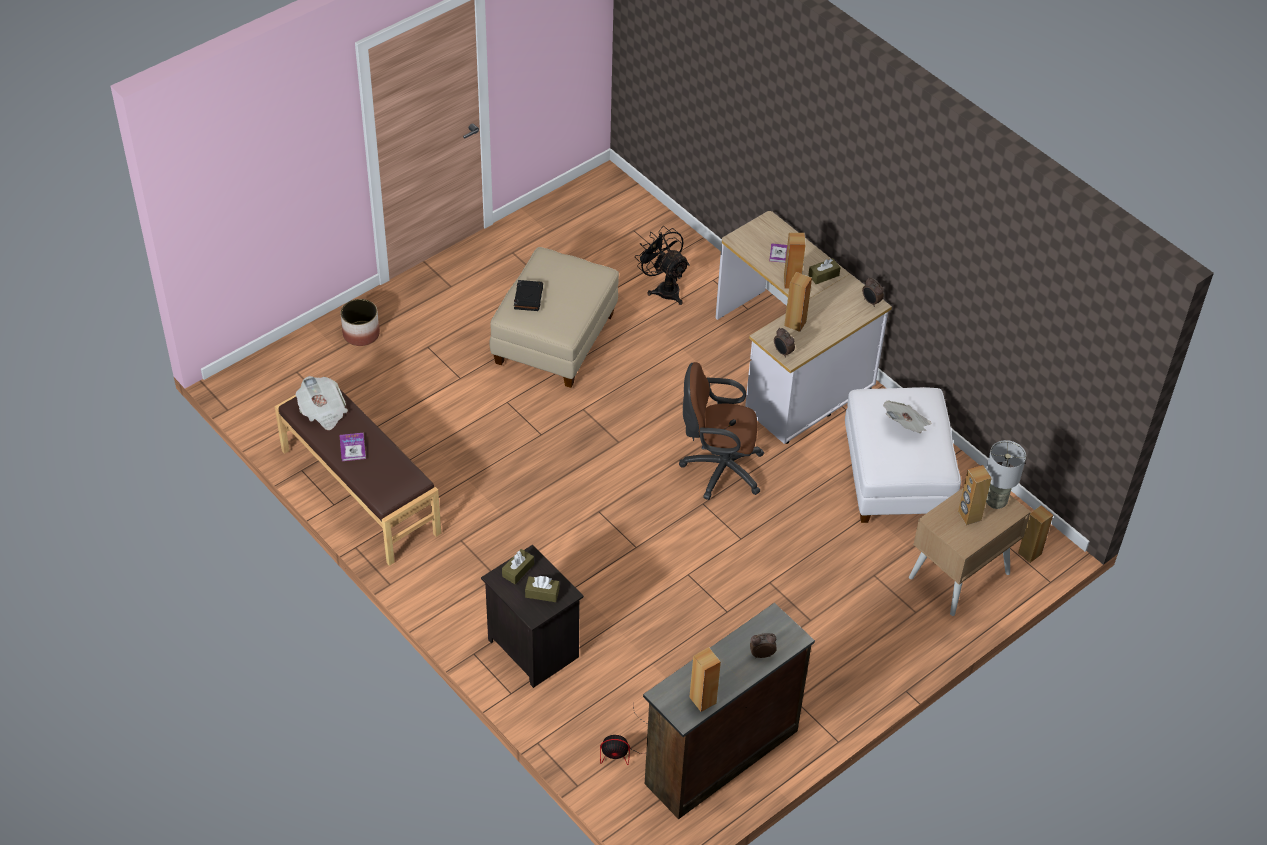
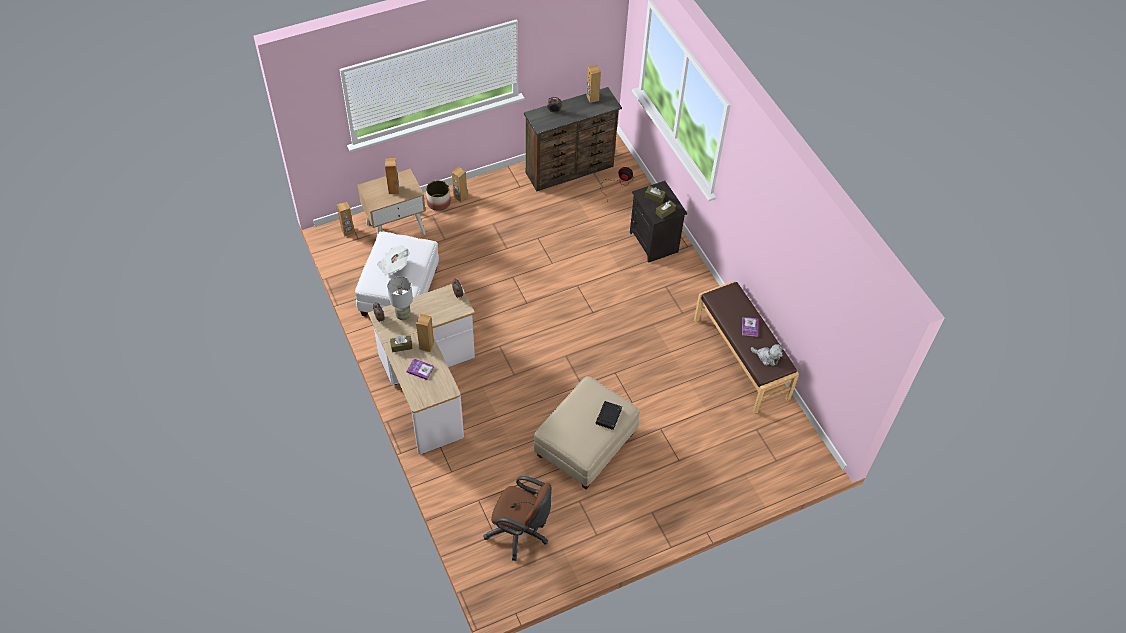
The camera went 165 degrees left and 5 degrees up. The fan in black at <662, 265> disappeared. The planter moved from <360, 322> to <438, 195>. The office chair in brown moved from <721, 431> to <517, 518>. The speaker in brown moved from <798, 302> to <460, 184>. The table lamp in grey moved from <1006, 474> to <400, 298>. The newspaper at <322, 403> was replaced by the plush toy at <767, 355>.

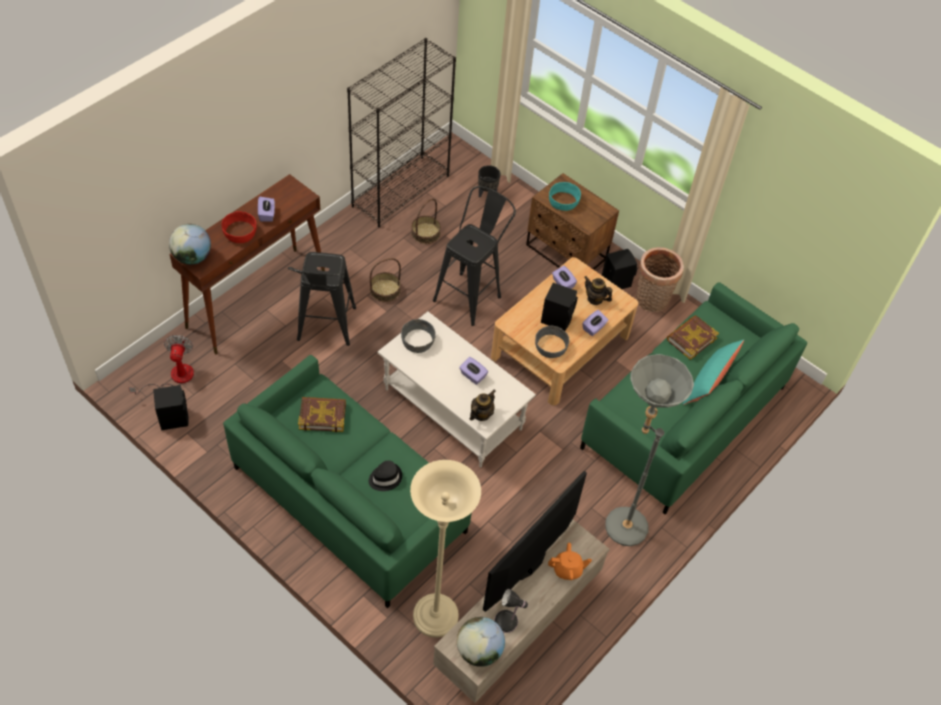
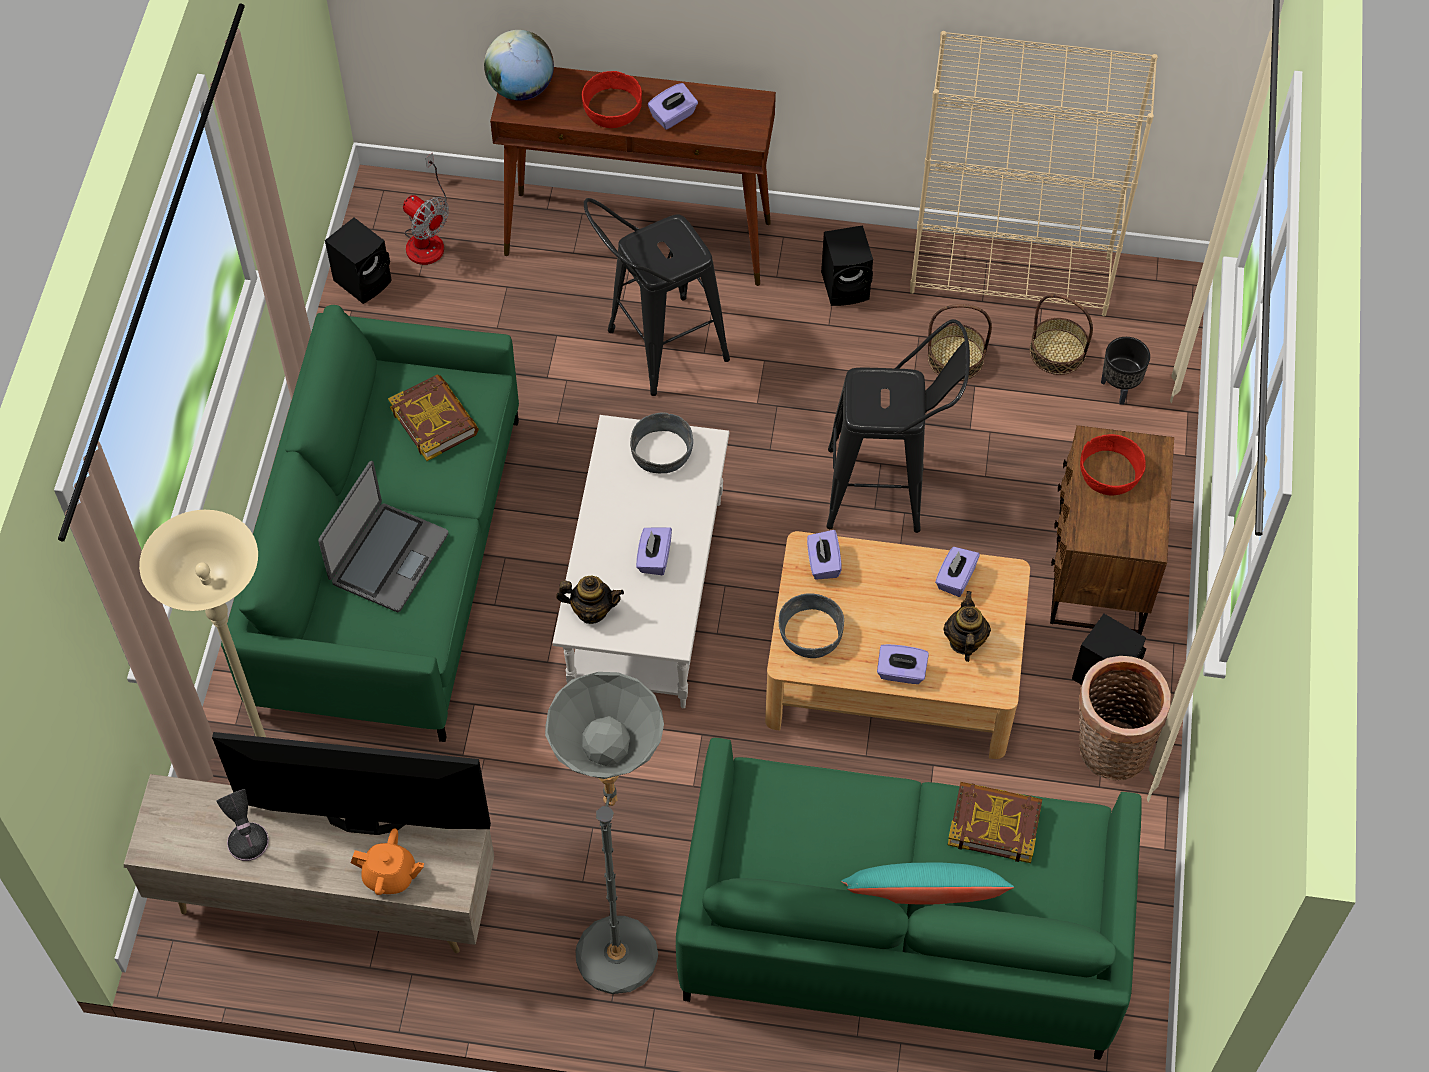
The camera went 60 degrees right and 5 degrees up. The globe at <481, 642> disappeared. The tissue box in purple at <824, 555> appeared. The basket moved from <385, 280> to <1061, 334>. The speaker in black moved from <559, 307> to <847, 265>. The hat in black at <385, 475> was replaced by the laptop at <383, 536>. The bookcase in black at <401, 132> became the bookcase in beige at <1034, 173>. The bowl in turquoise at <565, 196> became the bowl in red at <1113, 464>. The fan at <161, 365> turned 75 degrees clockwise. The teapot in orange at <570, 561> turned 45 degrees counterclockwise.

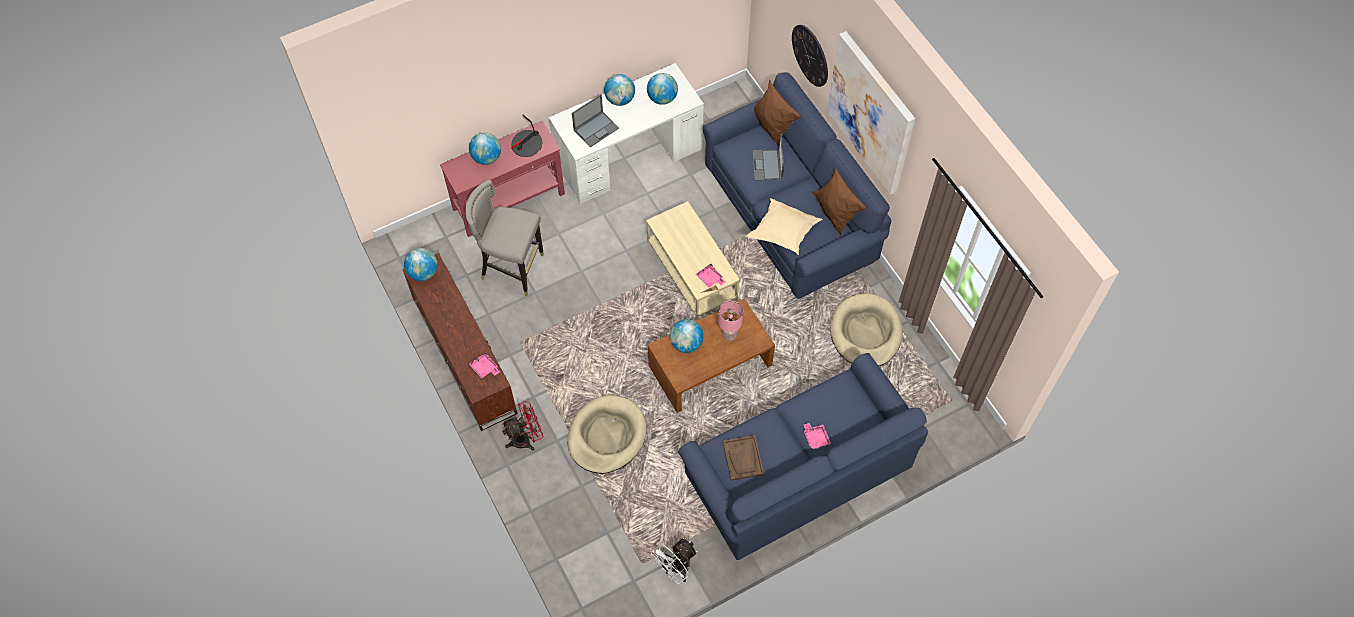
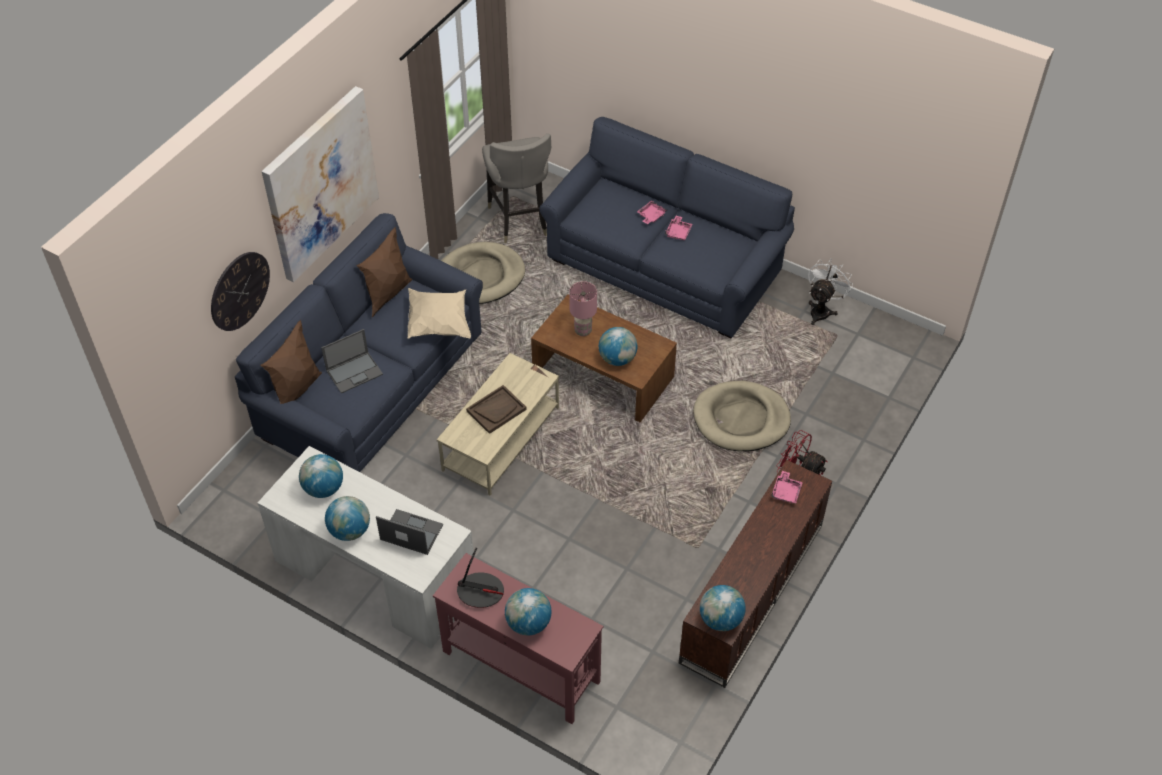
The camera went 120 degrees left and 10 degrees down. The stool in grey moved from <504, 238> to <516, 188>. The tray in pink moved from <710, 275> to <679, 228>. The tray in brown moved from <743, 458> to <496, 409>. The fan in white at <674, 561> turned 75 degrees counterclockwise.

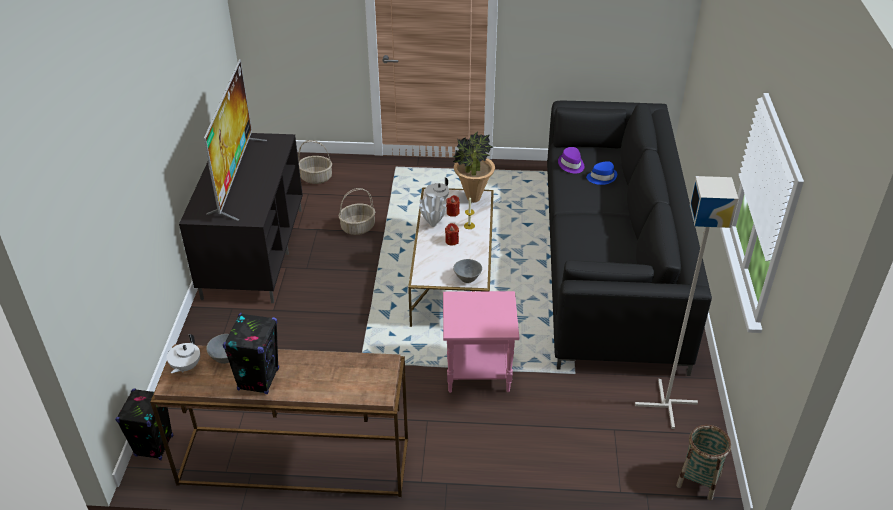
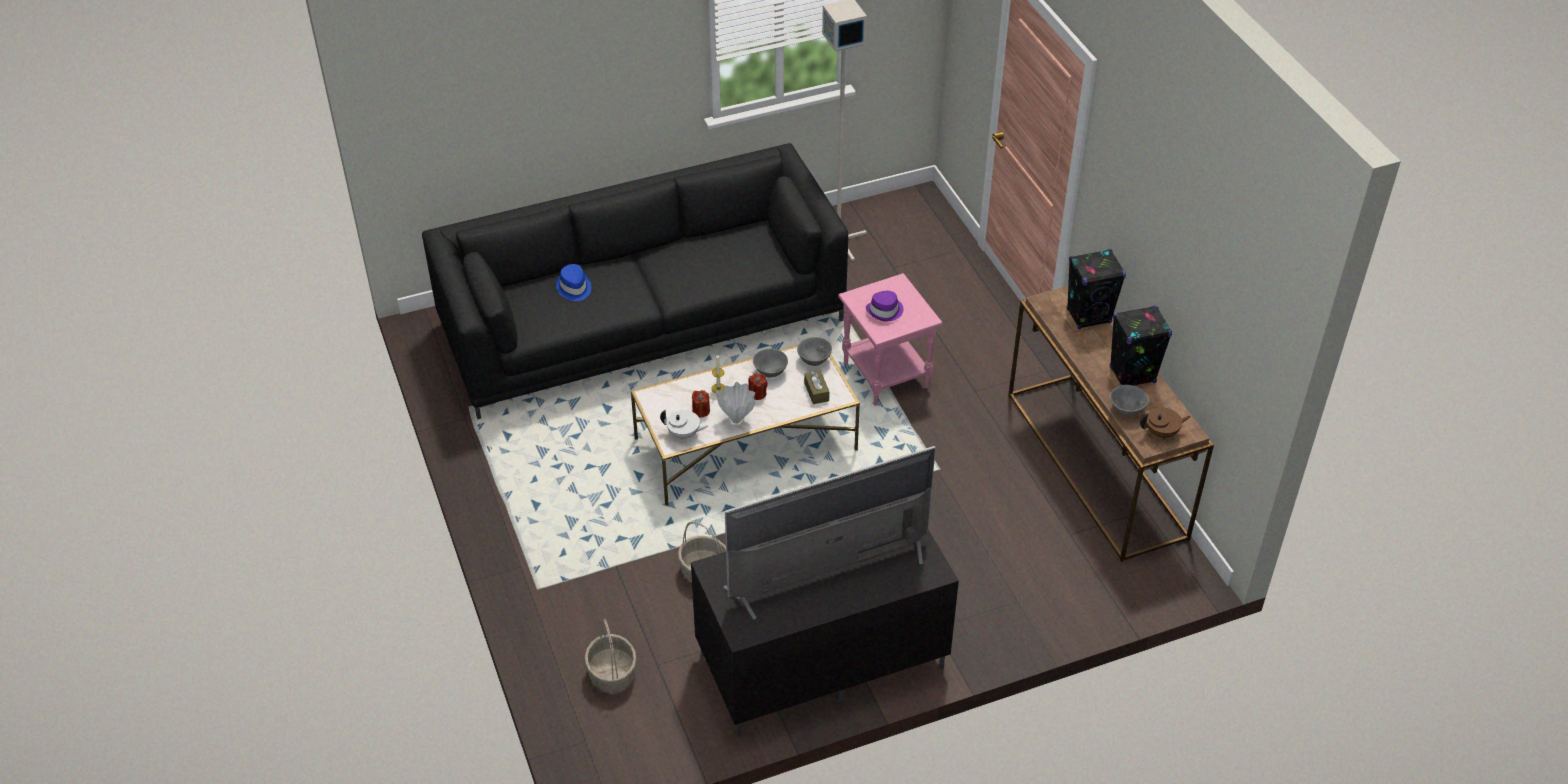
The camera went 115 degrees left and 5 degrees up. The potted plant at <474, 167> disappeared. The basket at <703, 463> disappeared. The bowl in grey at <770, 363> appeared. The tissue box in brown at <816, 387> appeared. The speaker in black moved from <144, 424> to <1096, 289>. The hat in purple moved from <571, 160> to <884, 306>. The teapot in white at <183, 353> became the teapot in brown at <1165, 423>.

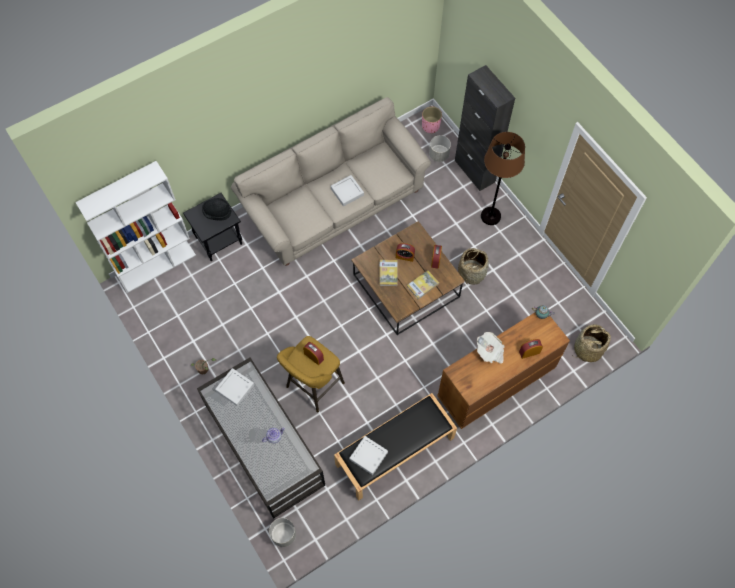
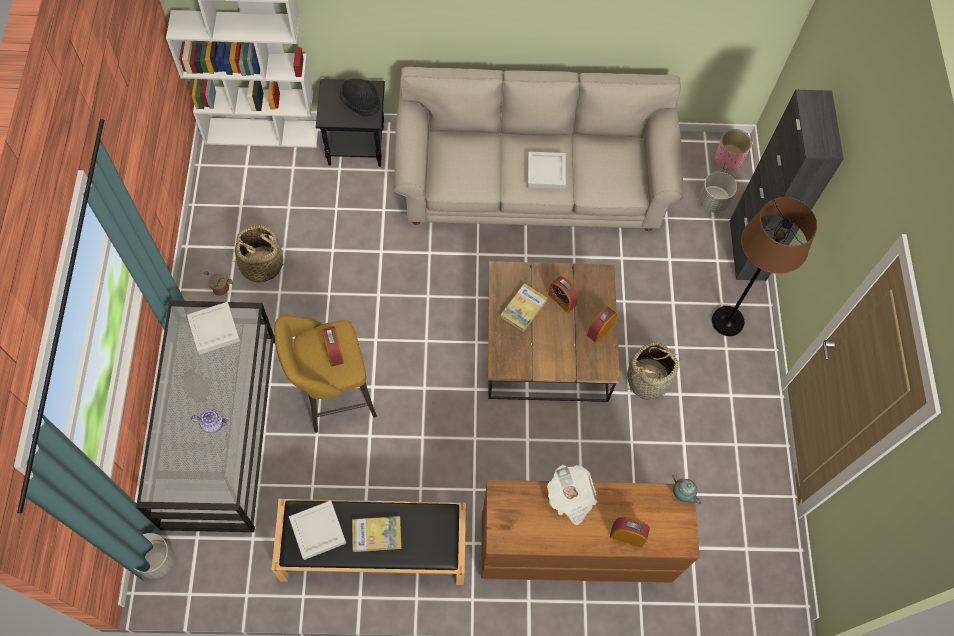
The camera went 30 degrees right and 0 degrees up. The book moved from <423, 284> to <377, 534>. The basket moved from <591, 343> to <257, 254>.

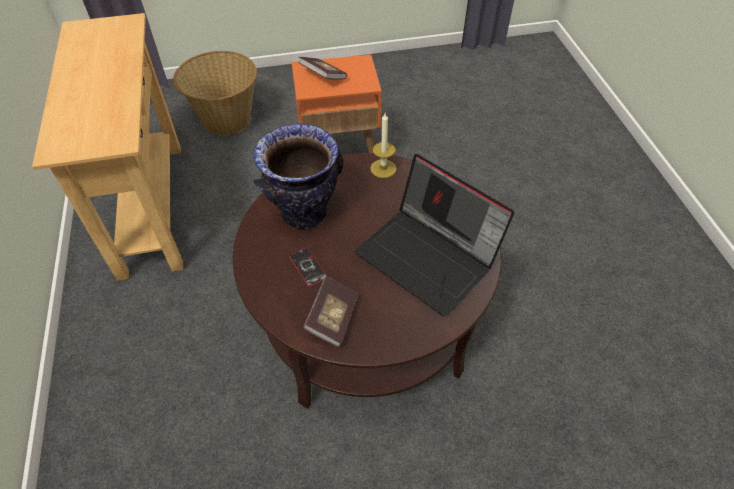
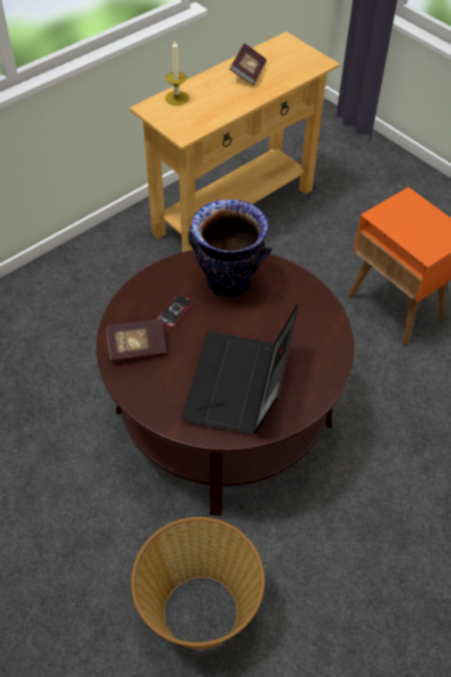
The camera went 60 degrees right and 0 degrees up. The basket moved from <215, 93> to <198, 583>. The book moved from <322, 68> to <248, 64>. The candle moved from <383, 145> to <177, 73>.

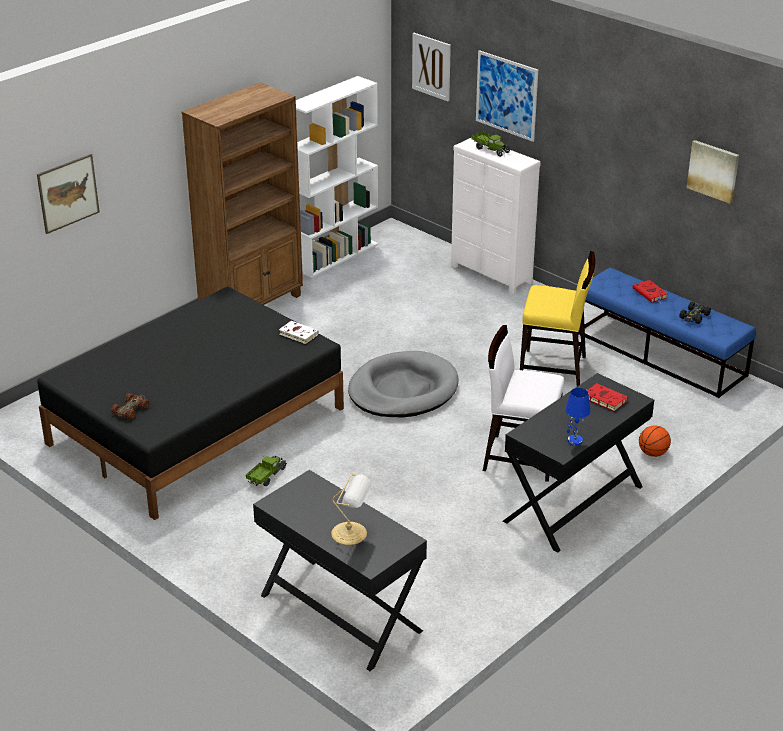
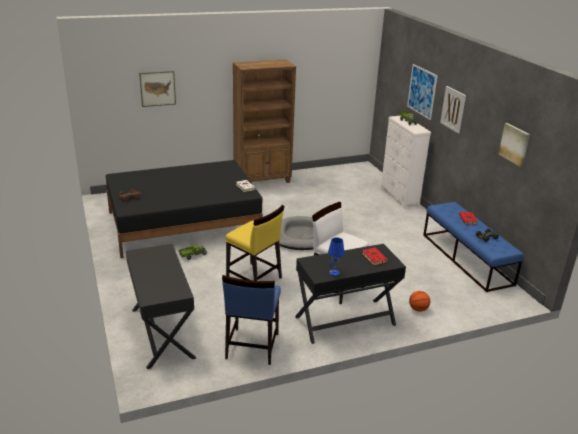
The camera went 25 degrees right and 5 degrees down. The bookcase in white at <337, 177> disappeared. The table lamp at <351, 509> disappeared. The chair in blue at <251, 320> appeared. The picture moved from <431, 67> to <453, 109>. The chair in yellow moved from <557, 318> to <255, 243>.

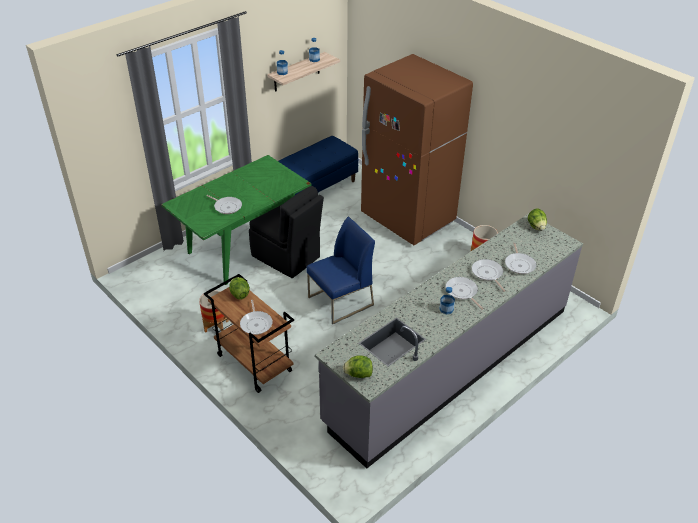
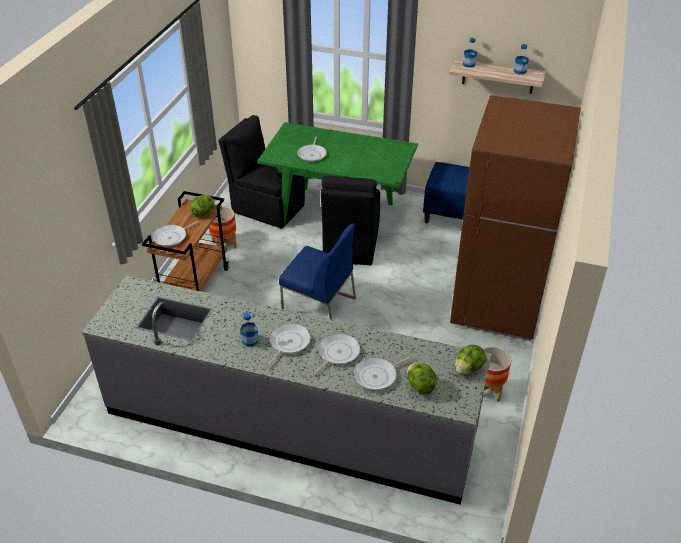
The camera went 60 degrees right and 0 degrees up. The chair in black at <261, 171> appeared. The lettuce moved from <358, 367> to <422, 379>.

